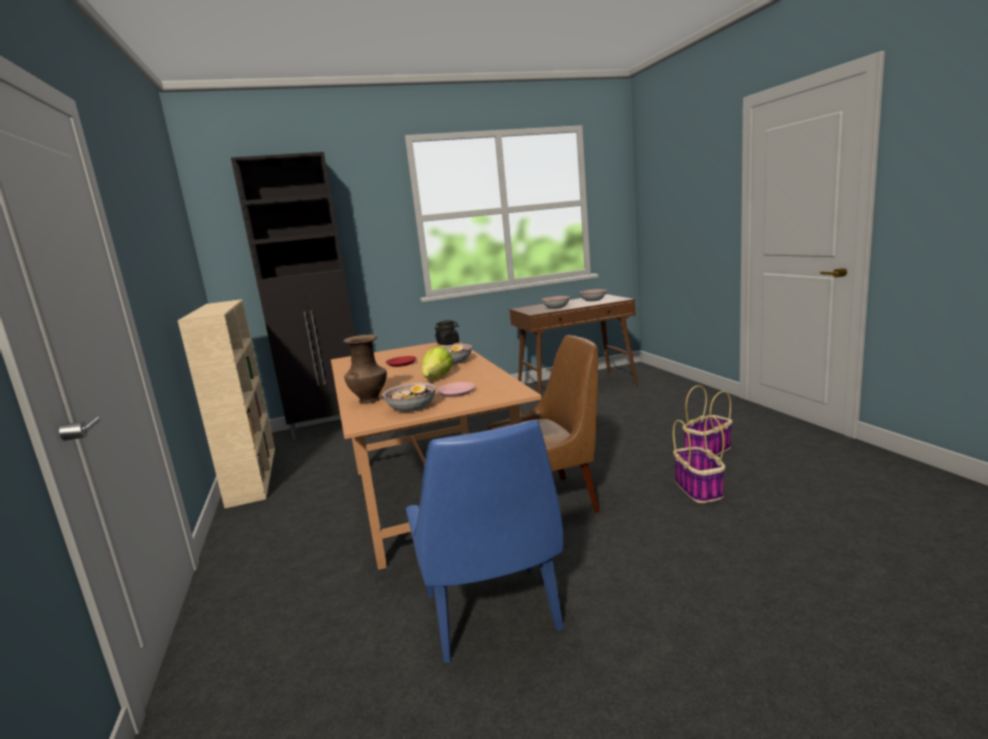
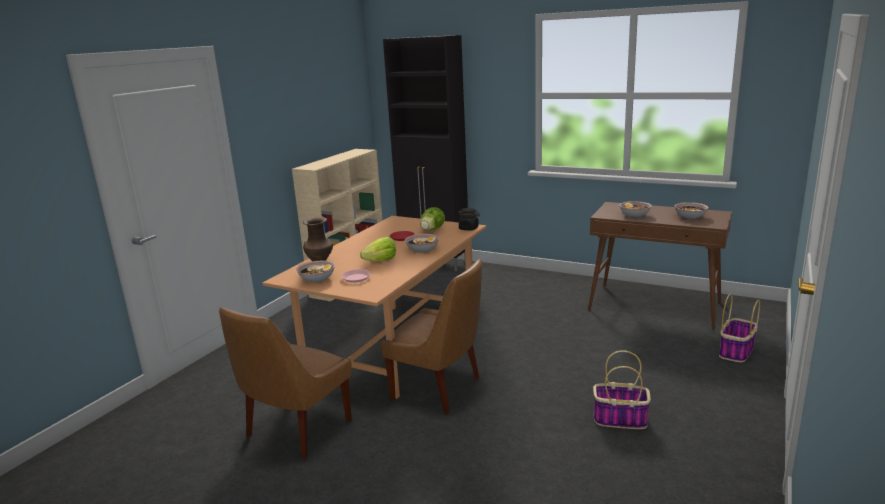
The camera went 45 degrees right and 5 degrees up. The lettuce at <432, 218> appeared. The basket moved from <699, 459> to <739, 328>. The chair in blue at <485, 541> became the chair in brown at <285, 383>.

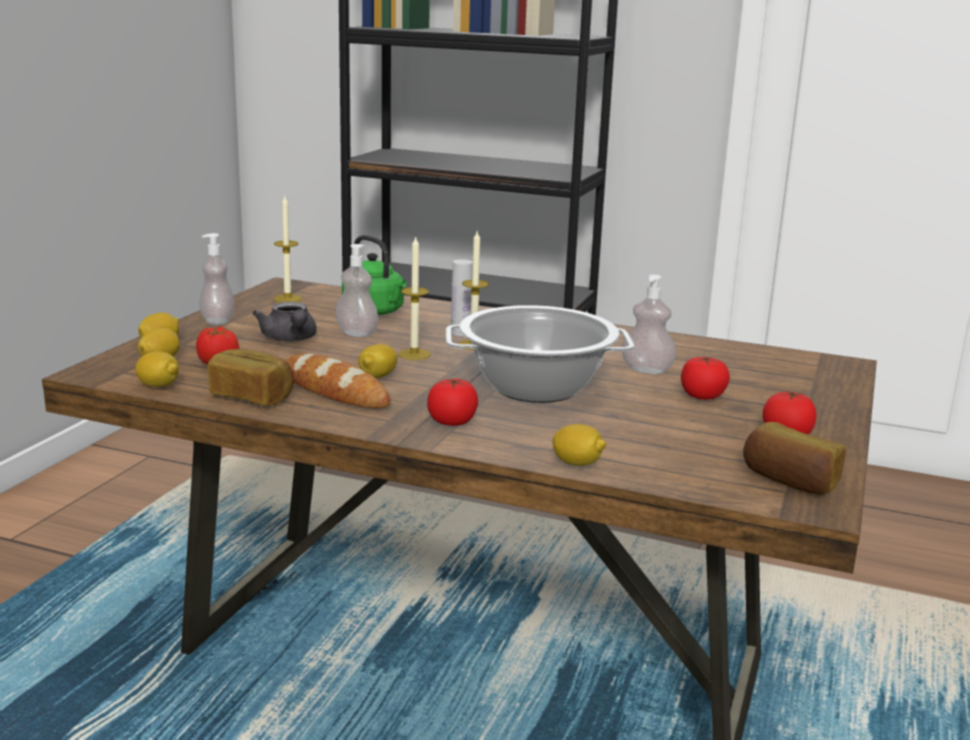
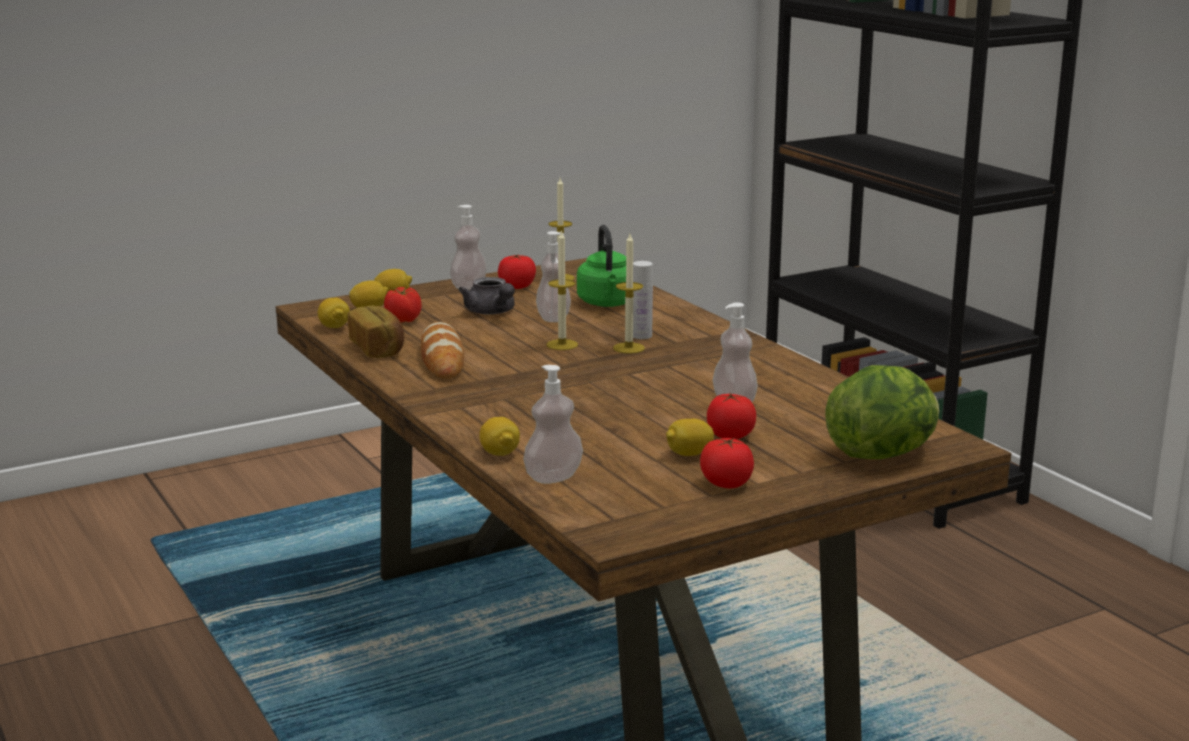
The camera went 40 degrees right and 0 degrees up. The cooking pot at <540, 354> disappeared. The bread at <794, 458> disappeared. The soap dispenser at <553, 424> appeared. The lettuce at <882, 412> appeared. The lemon moved from <377, 361> to <690, 437>. The tomato moved from <452, 402> to <517, 272>. The teapot in grey at <285, 322> turned 45 degrees counterclockwise.

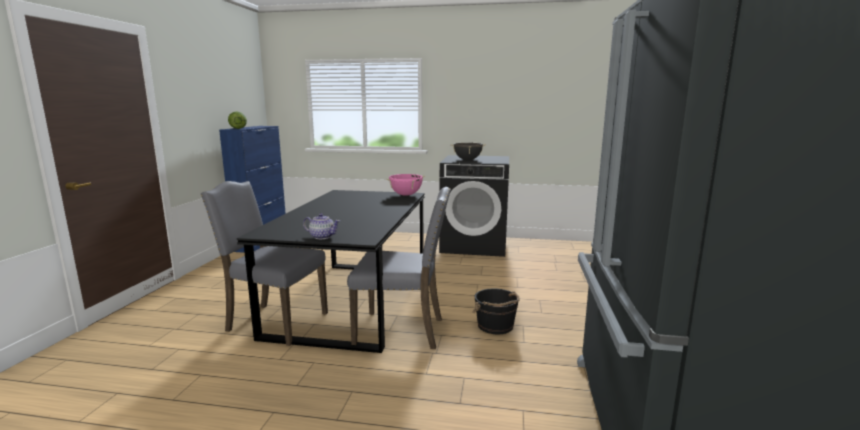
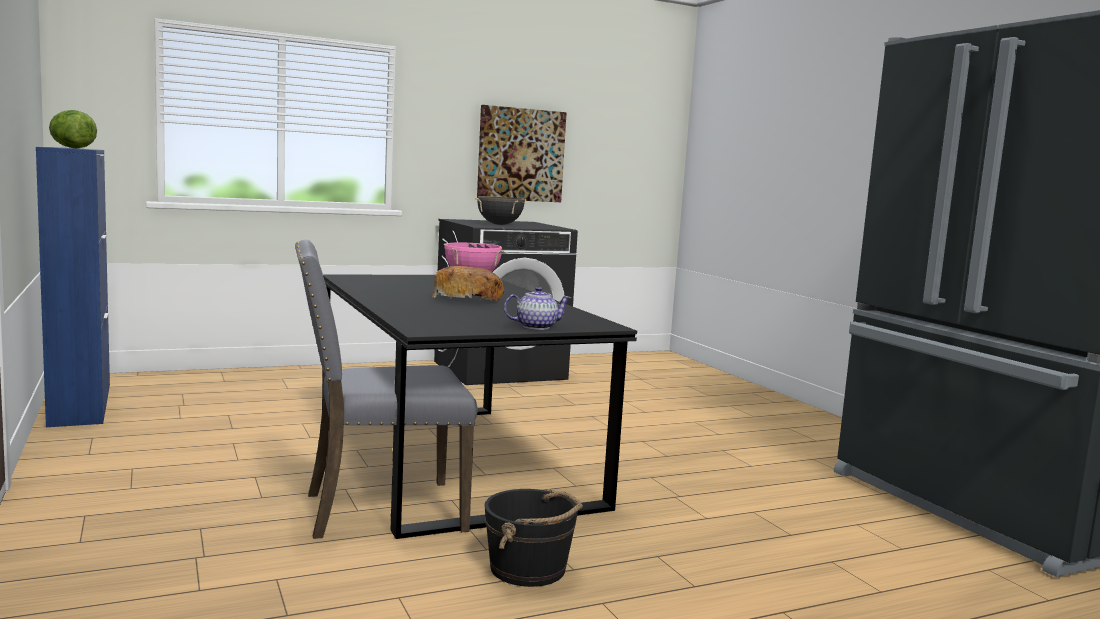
The camera went 35 degrees left and 5 degrees down. The chair in grey at <399, 268> disappeared. The bread at <468, 284> appeared. The picture at <522, 153> appeared. The bucket in black moved from <495, 311> to <533, 538>.

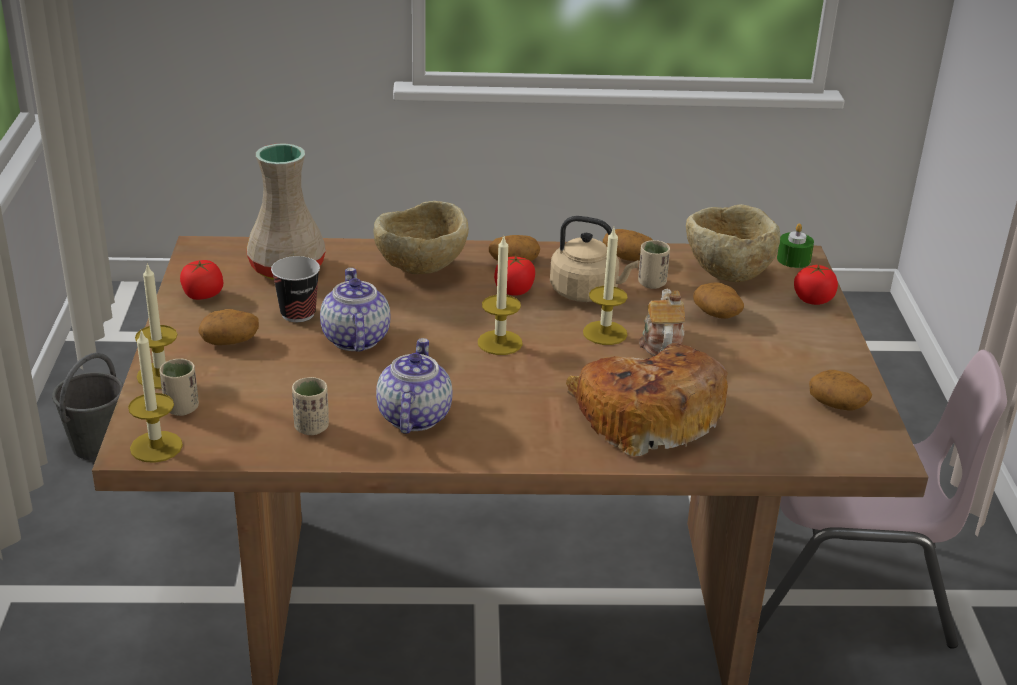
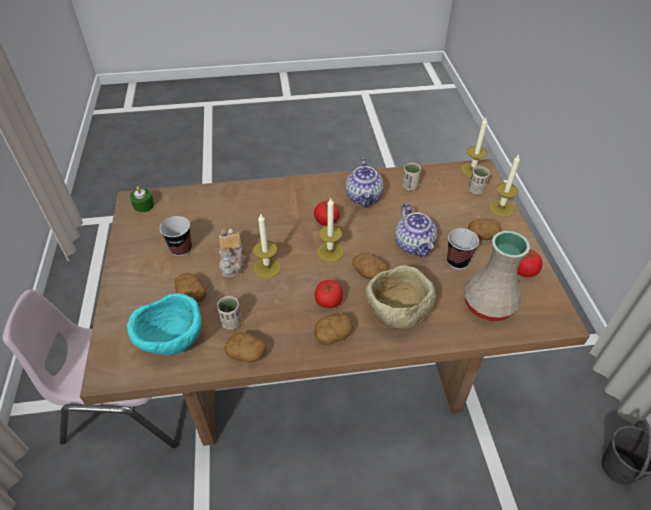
The camera went 175 degrees right and 15 degrees up. The kettle in beige at <594, 259> disappeared. The bread at <647, 399> disappeared. The cup at <176, 236> appeared. The candle in green moved from <795, 246> to <142, 199>. The tomato moved from <816, 284> to <327, 213>. The potato moved from <840, 390> to <370, 266>. The bowl in beige at <733, 243> became the bowl in turquoise at <164, 324>.

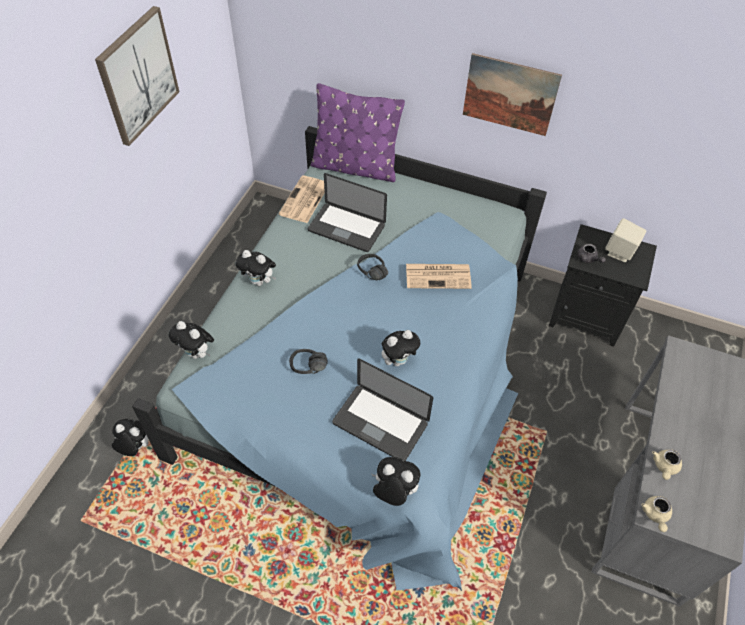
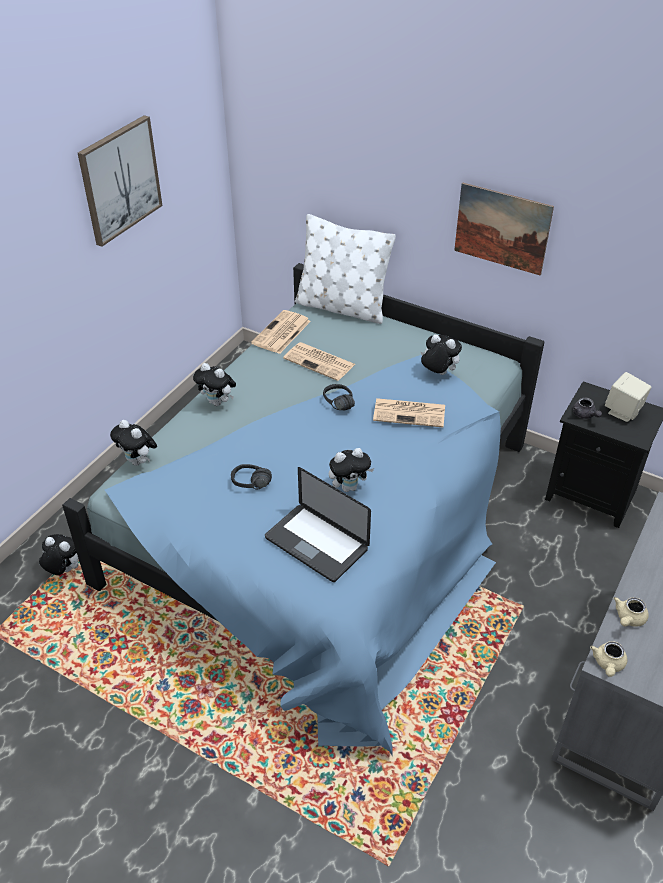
The camera went 10 degrees right and 10 degrees down. The plush toy moved from <396, 481> to <441, 354>. The laptop at <347, 212> was replaced by the newspaper at <319, 361>. The pillow in purple at <358, 132> became the pillow in white at <345, 269>.

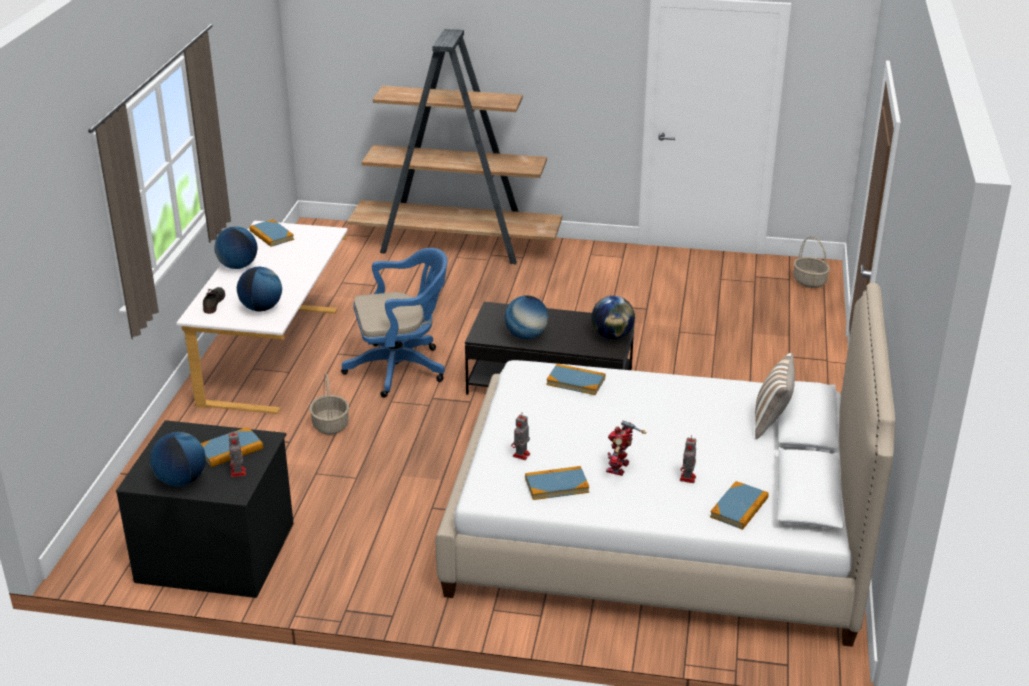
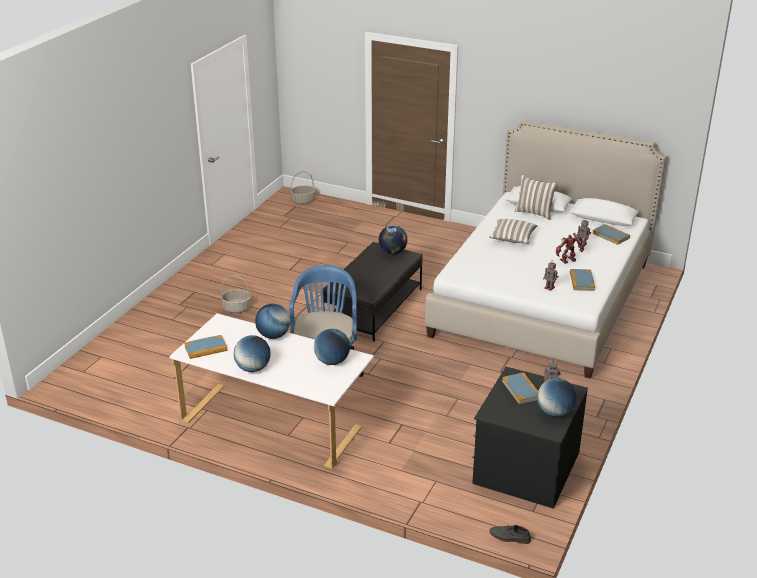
The camera went 75 degrees left and 0 degrees up. The bookcase in brown at <454, 146> disappeared. The book at <575, 379> disappeared. The pillow at <513, 231> appeared. The shoe in grey moved from <214, 300> to <510, 534>. The basket moved from <329, 404> to <236, 294>. The globe moved from <527, 317> to <273, 321>. The toy robot at <626, 448> turned 120 degrees clockwise.

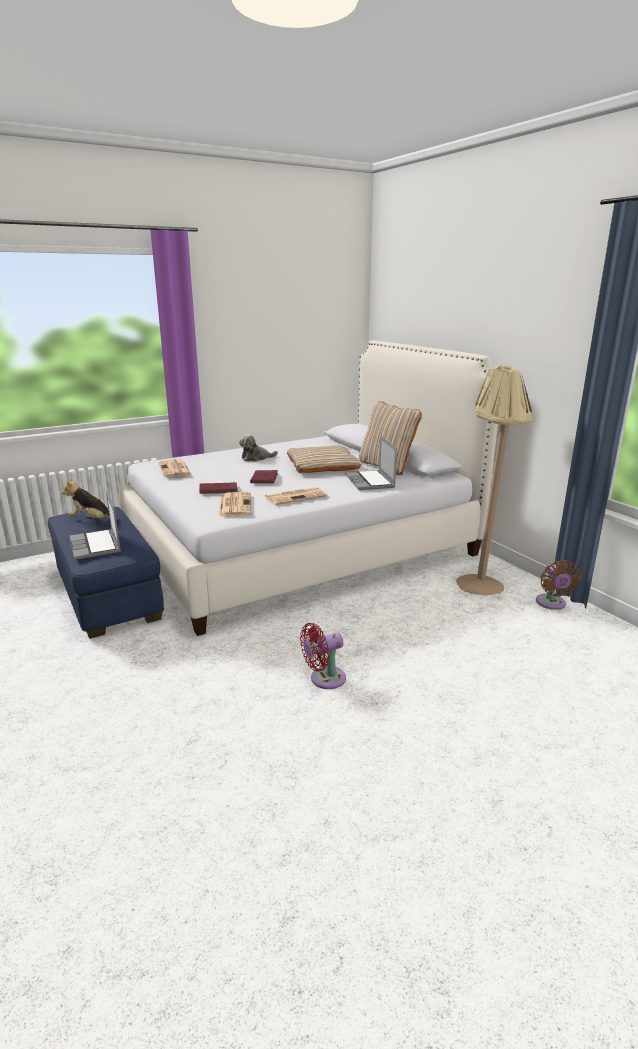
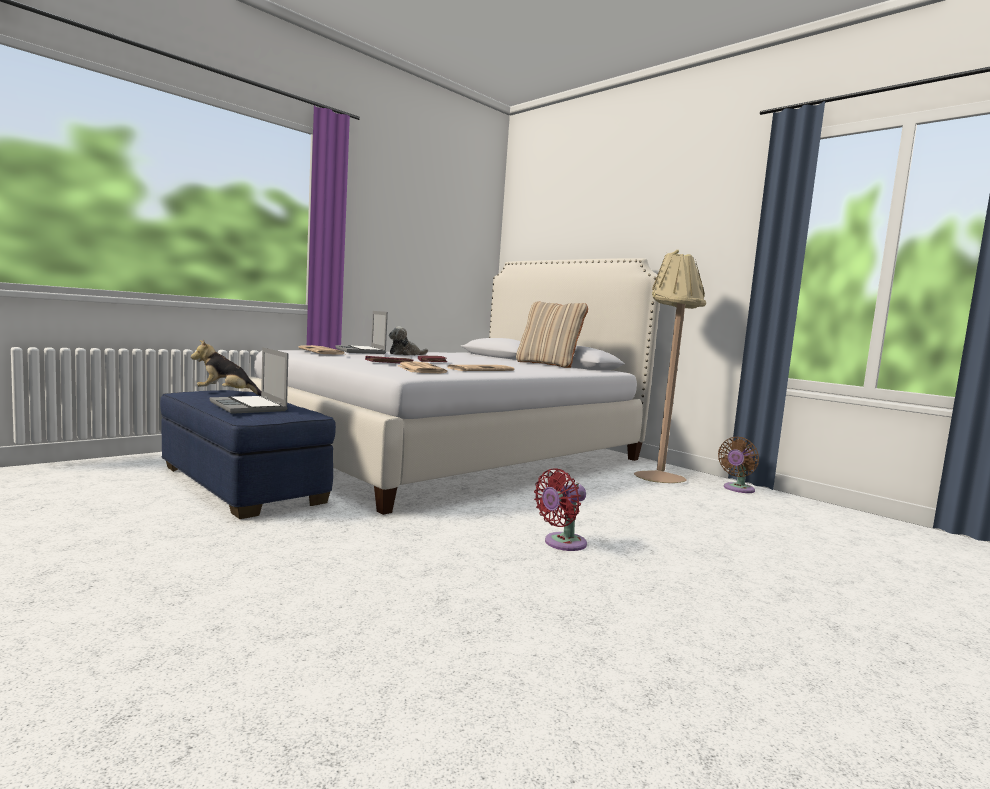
The camera went 15 degrees left and 15 degrees down. The pillow in beige at <324, 459> disappeared. The laptop moved from <371, 463> to <362, 332>. The fan in brown at <558, 585> turned 60 degrees clockwise.

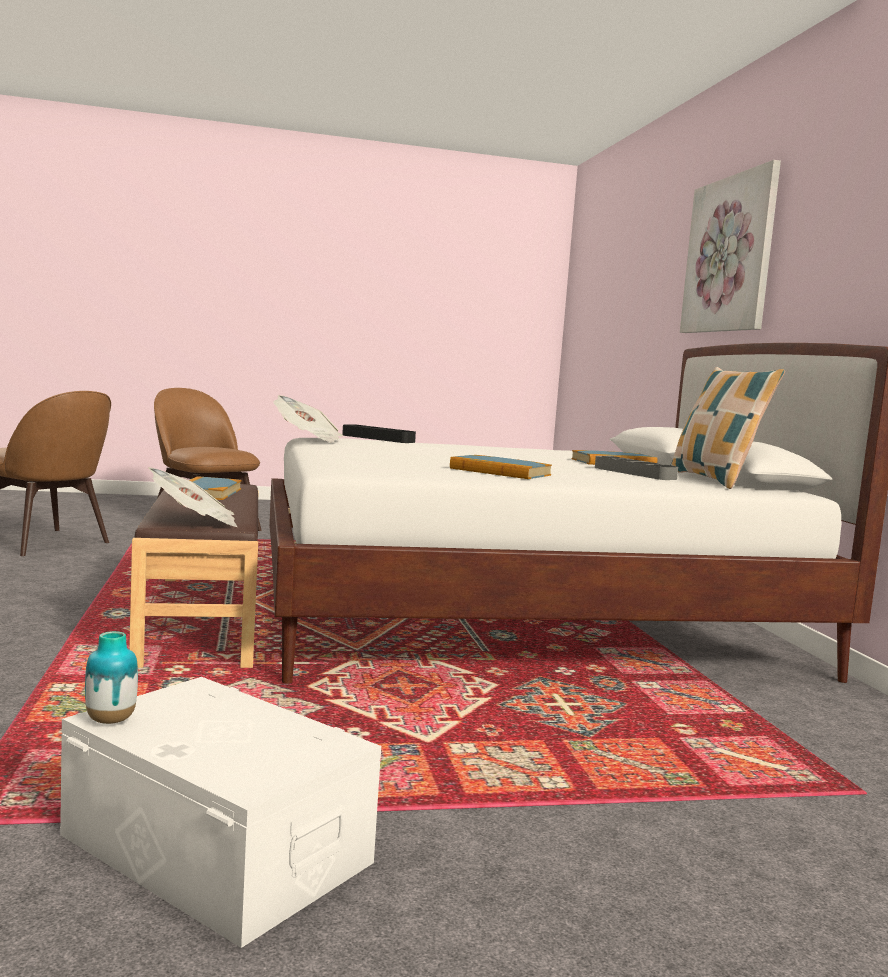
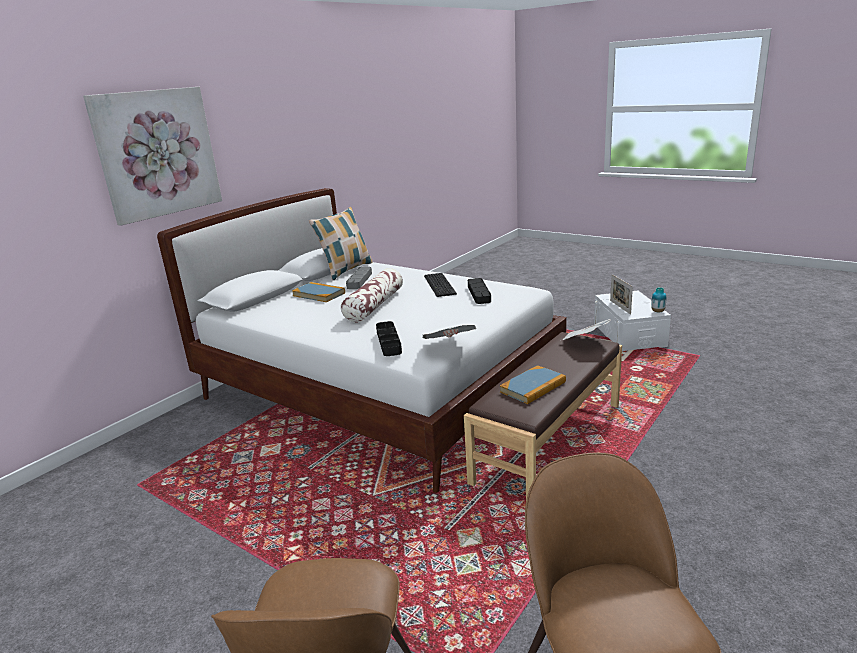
The camera went 130 degrees left and 15 degrees up. The pillow at <372, 295> appeared. The tray in black at <479, 291> appeared. The picture frame at <621, 294> appeared. The book at <501, 467> was replaced by the keyboard at <440, 285>.

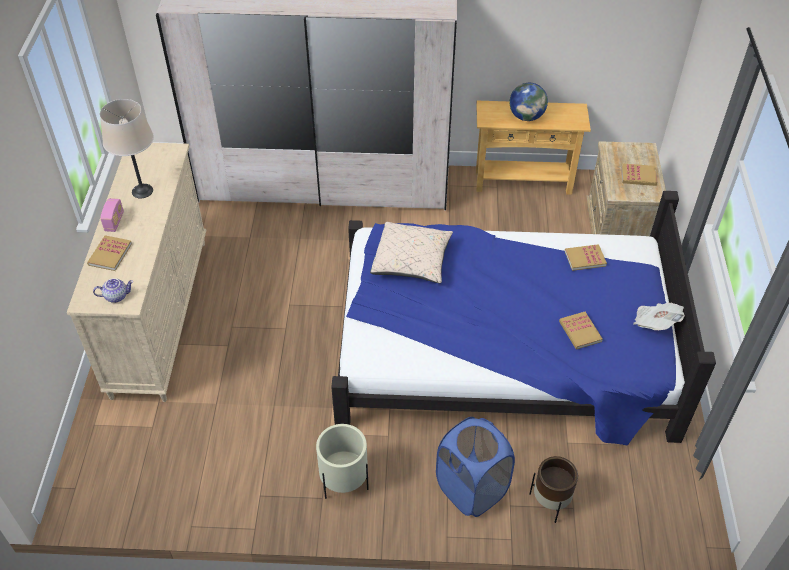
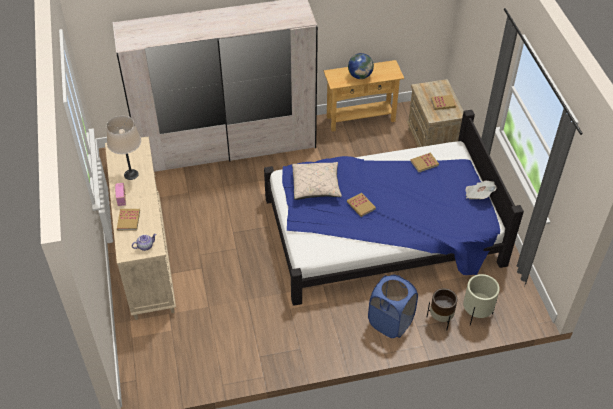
The camera went 15 degrees left and 0 degrees up. The planter in beige moved from <342, 461> to <481, 299>. The book moved from <581, 331> to <361, 205>.

